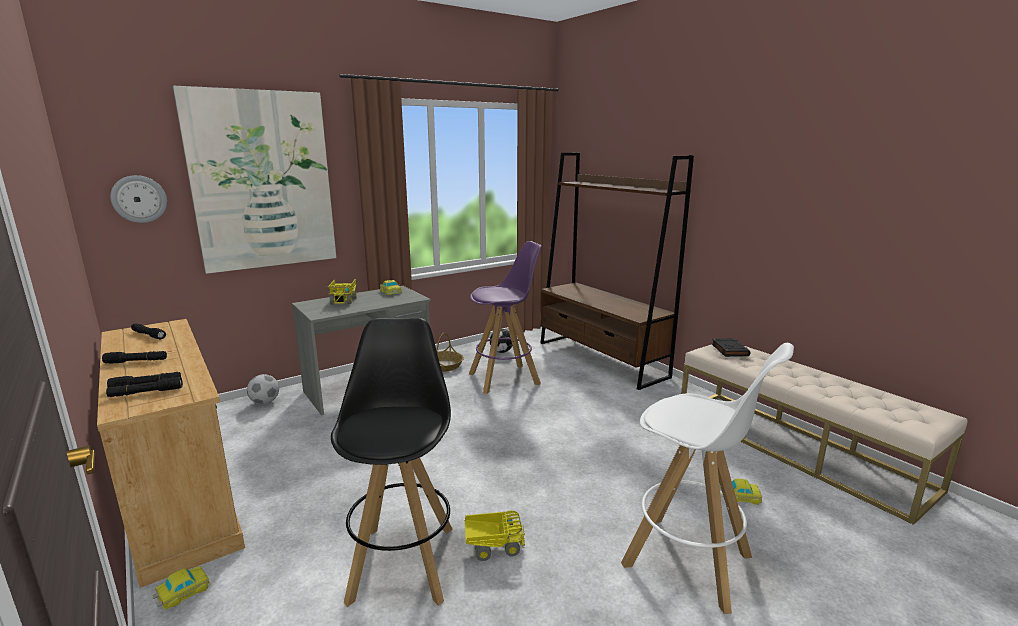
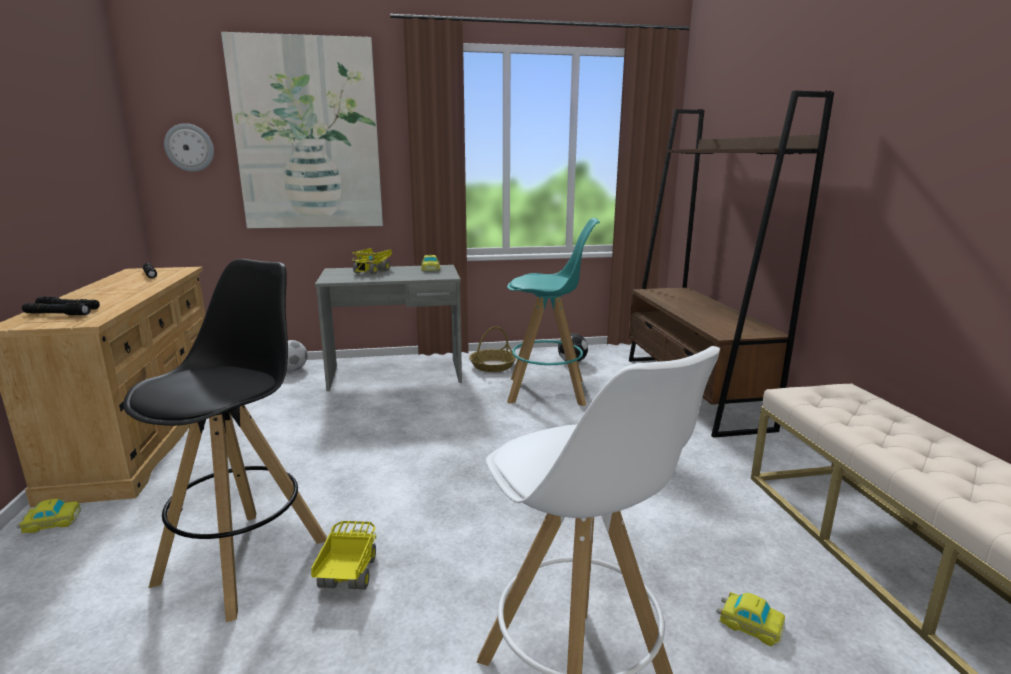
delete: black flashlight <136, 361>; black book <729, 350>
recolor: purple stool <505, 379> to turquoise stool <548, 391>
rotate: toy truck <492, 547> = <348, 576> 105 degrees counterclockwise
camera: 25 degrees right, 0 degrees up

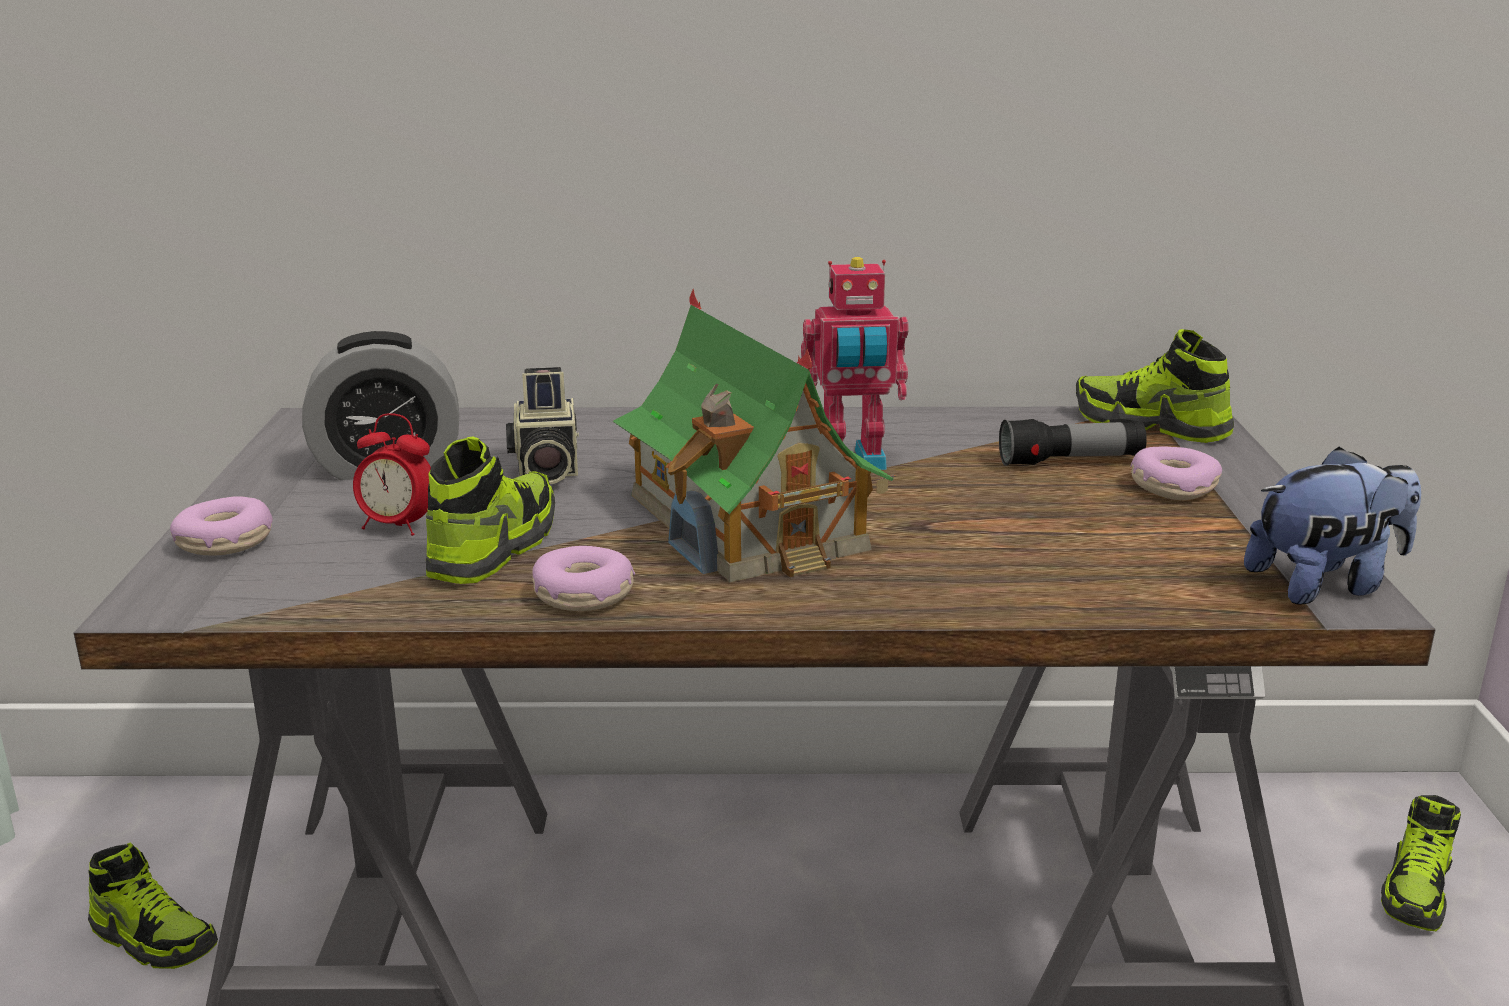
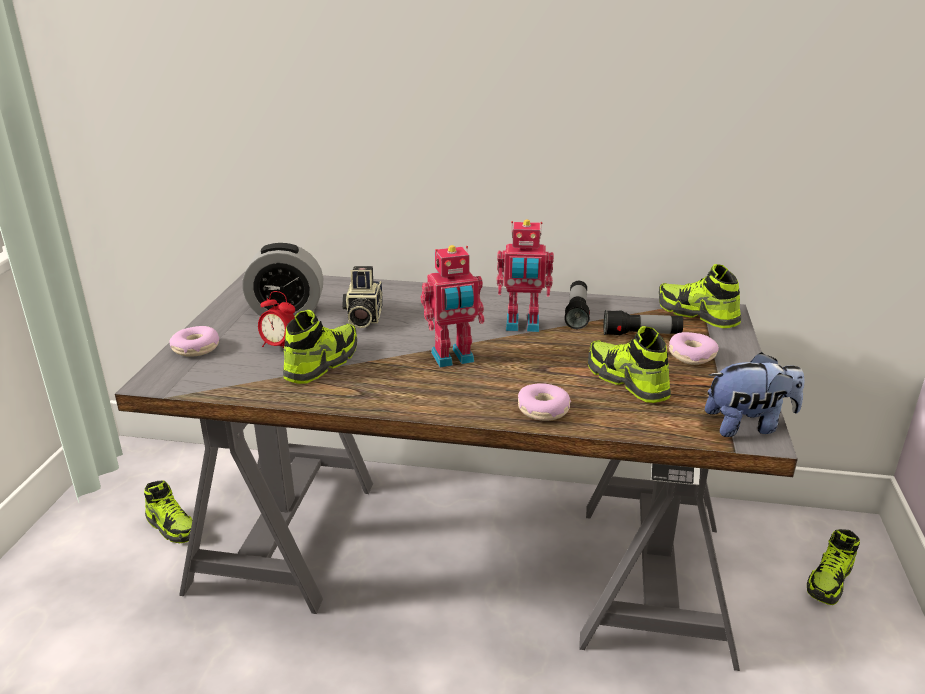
insert: flashlight <577, 313>; shoe <626, 381>
move: donut <584, 595> to <543, 410>
replace: toy house <747, 522> to toy robot <453, 359>
camera: 10 degrees right, 5 degrees up

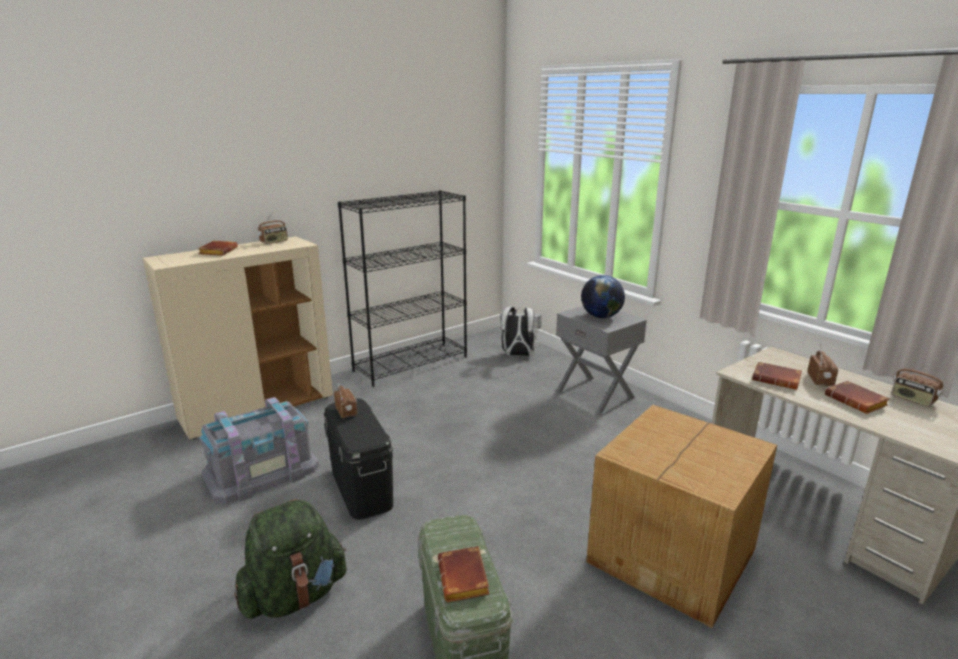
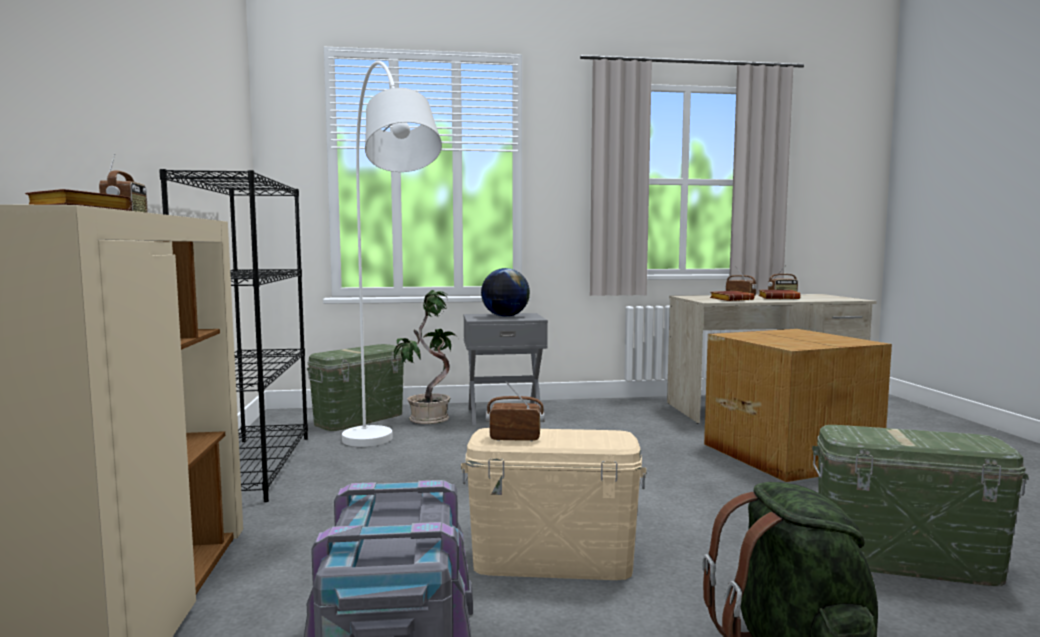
delete: brown book <465, 579>
insert: white floor lamp <387, 468>; potted plant <428, 418>
replace: white backpack <518, 355> to green storage box <359, 419>
recolor: black storage box <361, 487> to beige storage box <552, 560>
camera: 60 degrees left, 15 degrees down

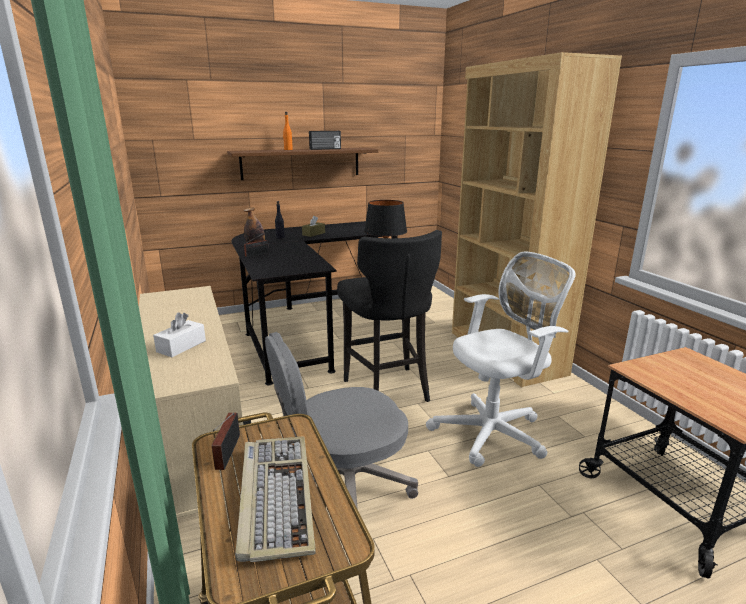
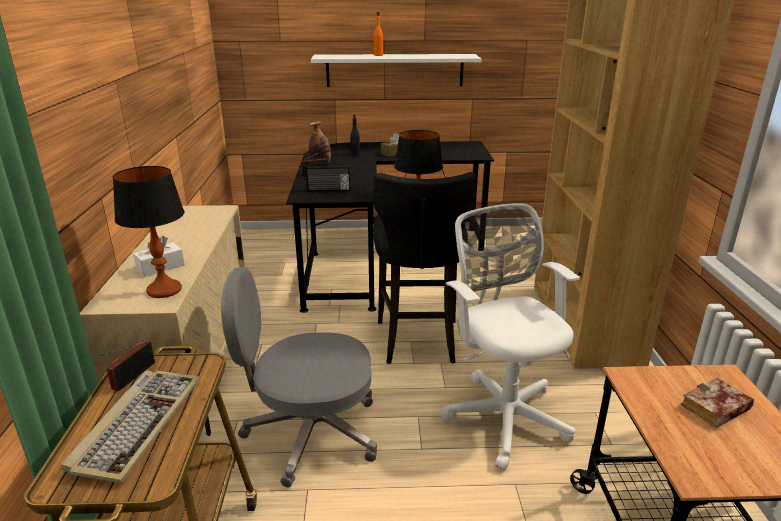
insert: table lamp <164, 290>; book <715, 409>
move: radio <325, 149> to <329, 190>
recolor: brown shelf <301, 163> to white shelf <394, 70>
rotate: white office chair <494, 432> = <503, 414> 105 degrees counterclockwise
camera: 20 degrees right, 5 degrees up

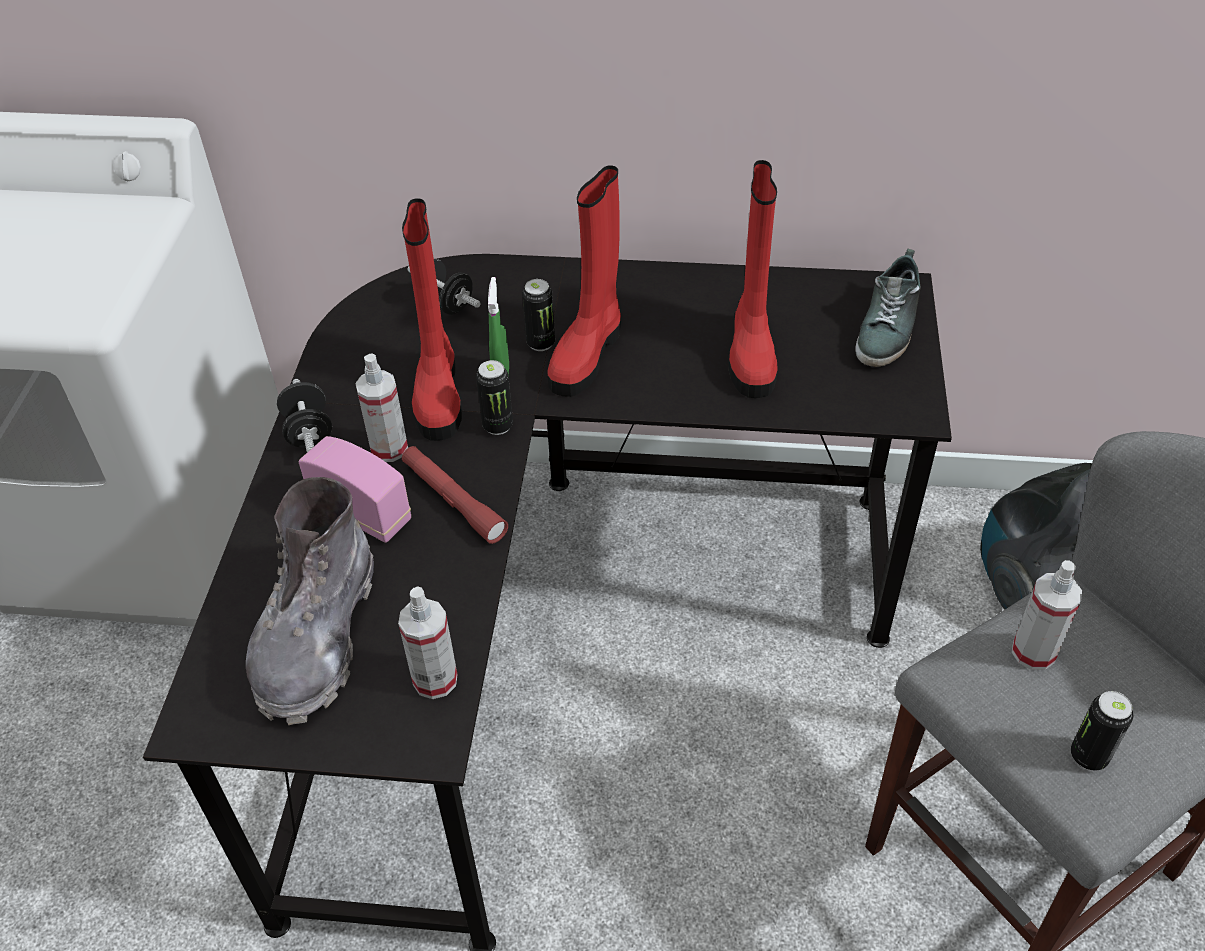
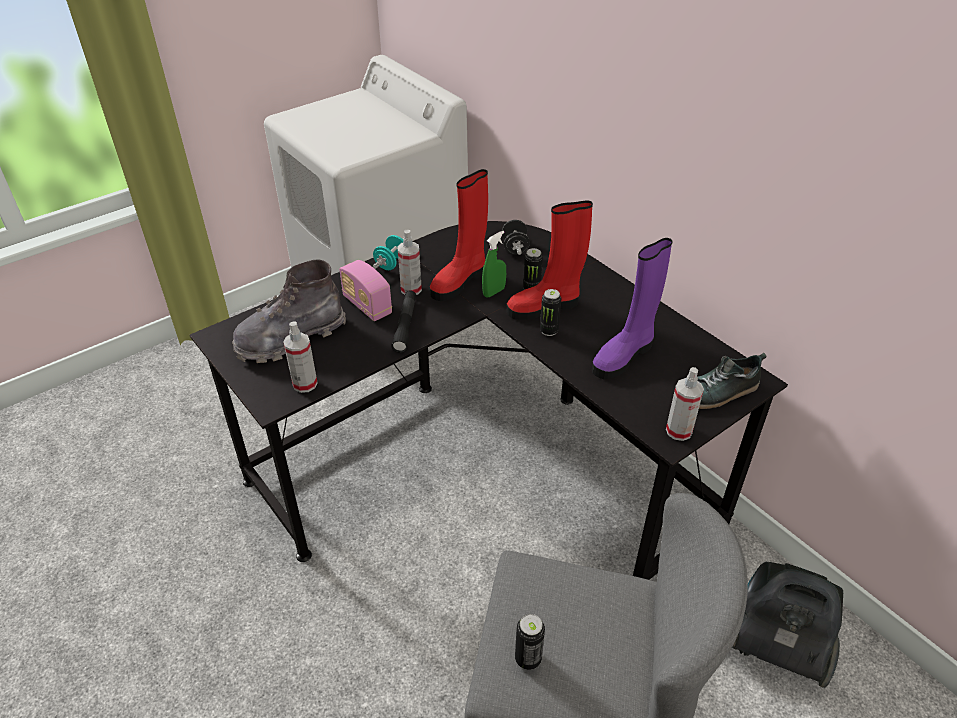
move: can <498, 426> to <549, 331>; spray bottle <1033, 652> to <679, 431>
recolor: black dumbbell <309, 432> to turquoise dumbbell <391, 263>; red flashlight <453, 501> to black flashlight <405, 325>; red boot <751, 353> to purple boot <624, 356>
rotate: radio <361, 512> = <367, 305> 150 degrees clockwise
camera: 45 degrees right, 5 degrees down

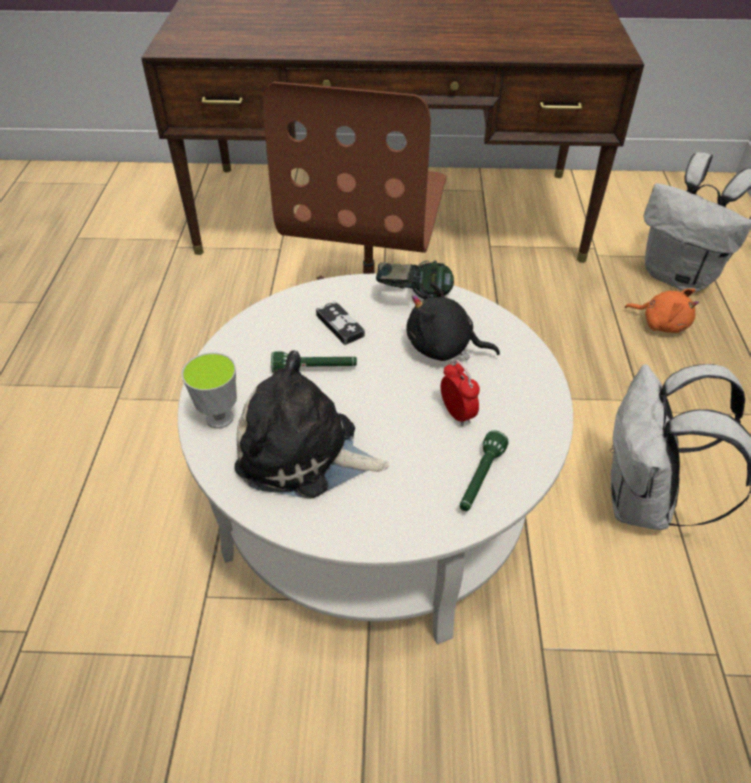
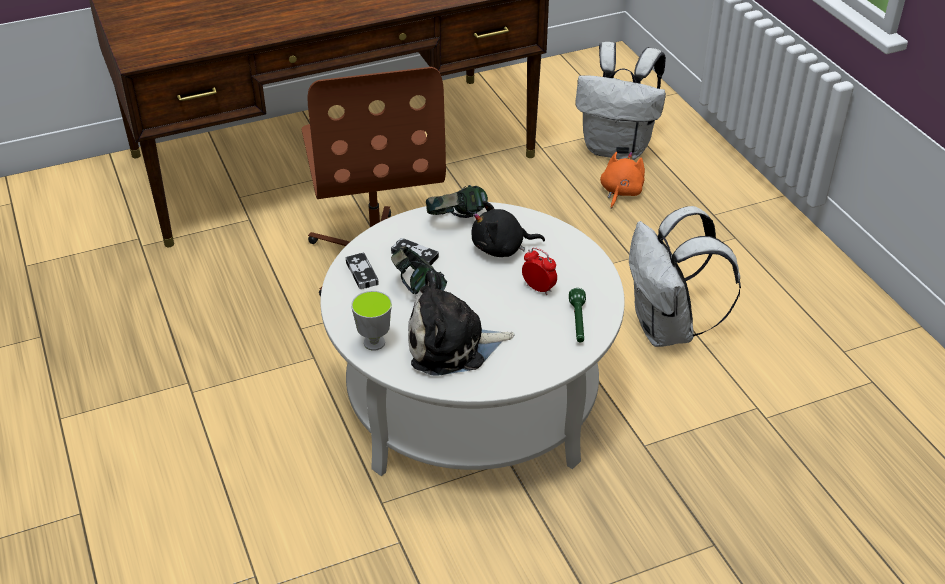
insert: game controller <362, 273>
replace: green flashlight <315, 369> to headphones <419, 290>
rotate: orange plush toy <661, 323> = <620, 192> 75 degrees counterclockwise
camera: 25 degrees left, 5 degrees down

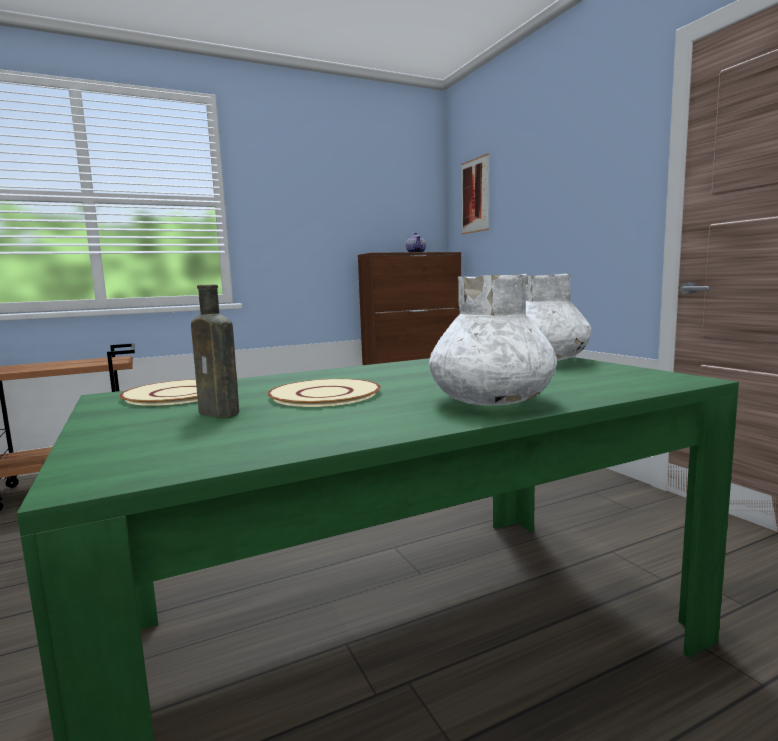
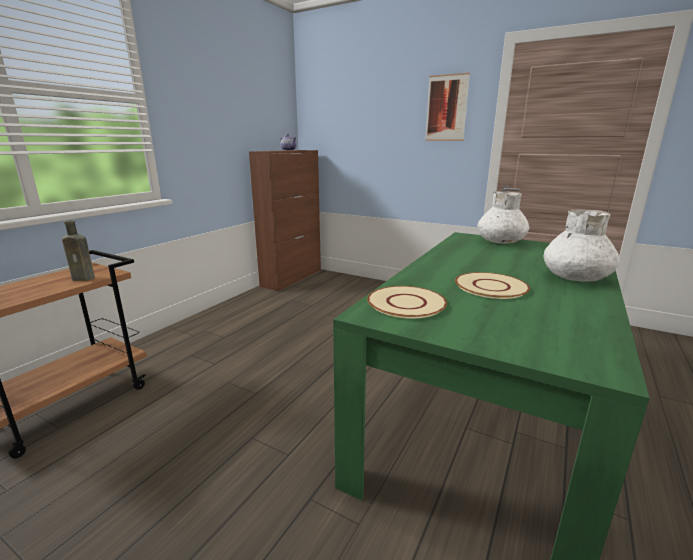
move: brown bottle <221, 413> to <85, 278>; picture <475, 196> to <446, 108>
camera: 35 degrees left, 10 degrees up

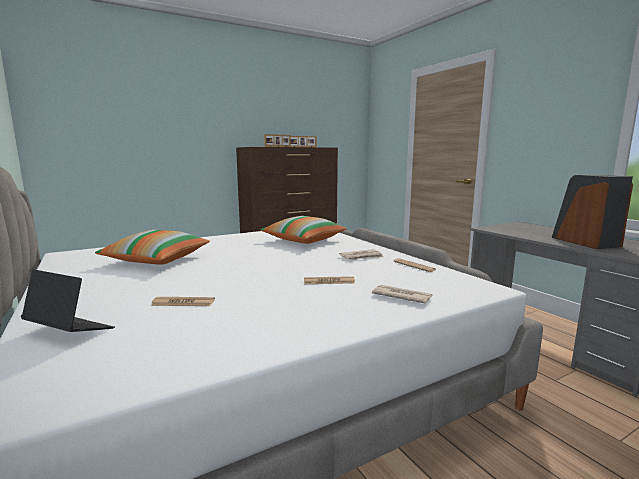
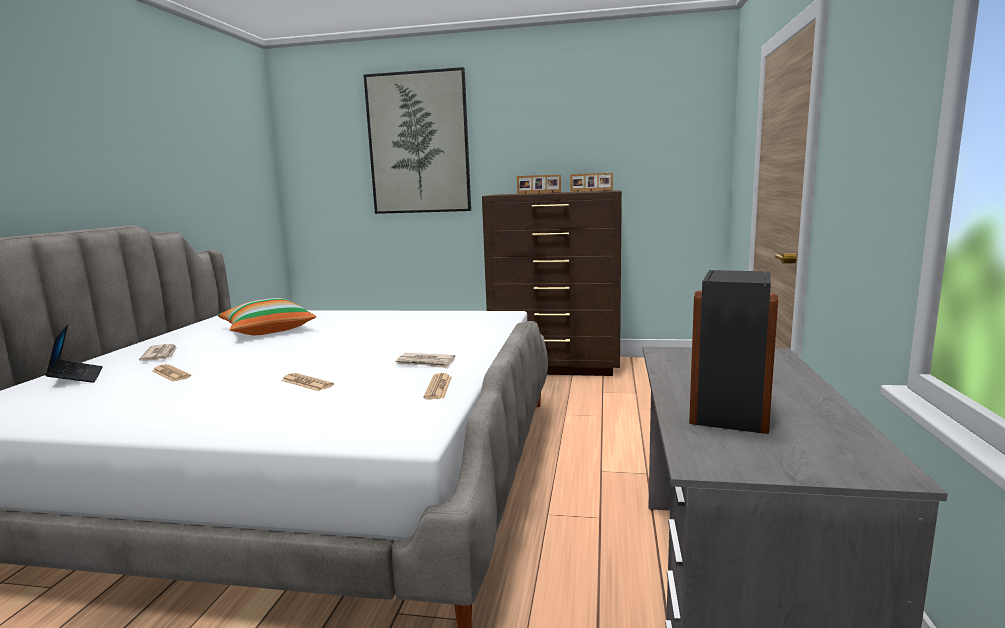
delete: pillow <303, 240>
insert: picture <418, 143>
move: newspaper <401, 296> to <161, 355>
camera: 40 degrees right, 0 degrees up

